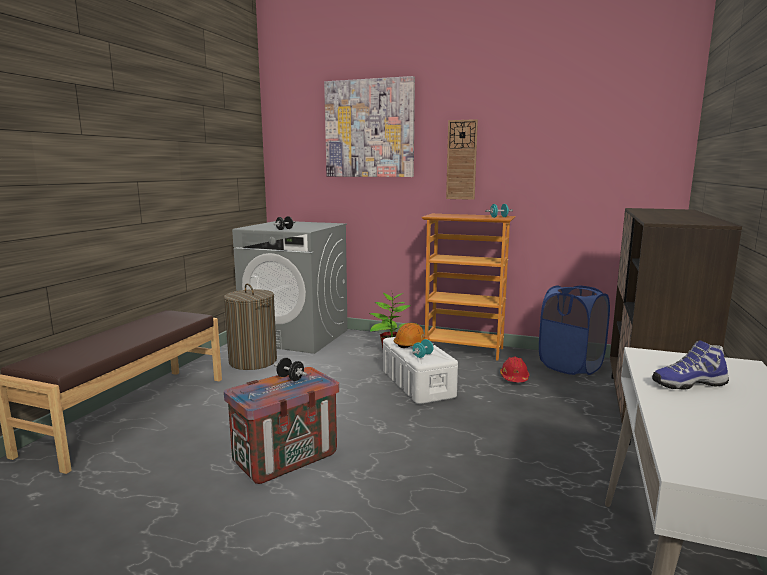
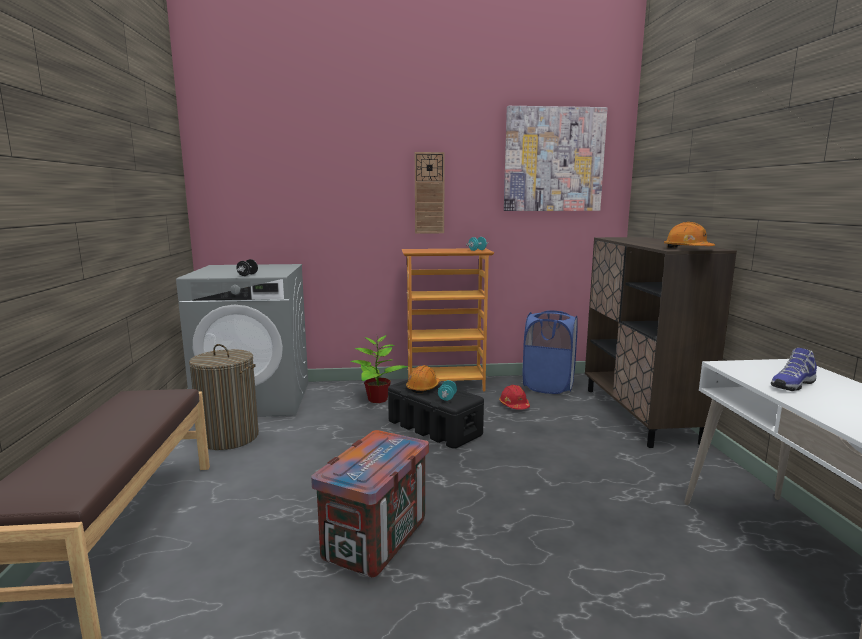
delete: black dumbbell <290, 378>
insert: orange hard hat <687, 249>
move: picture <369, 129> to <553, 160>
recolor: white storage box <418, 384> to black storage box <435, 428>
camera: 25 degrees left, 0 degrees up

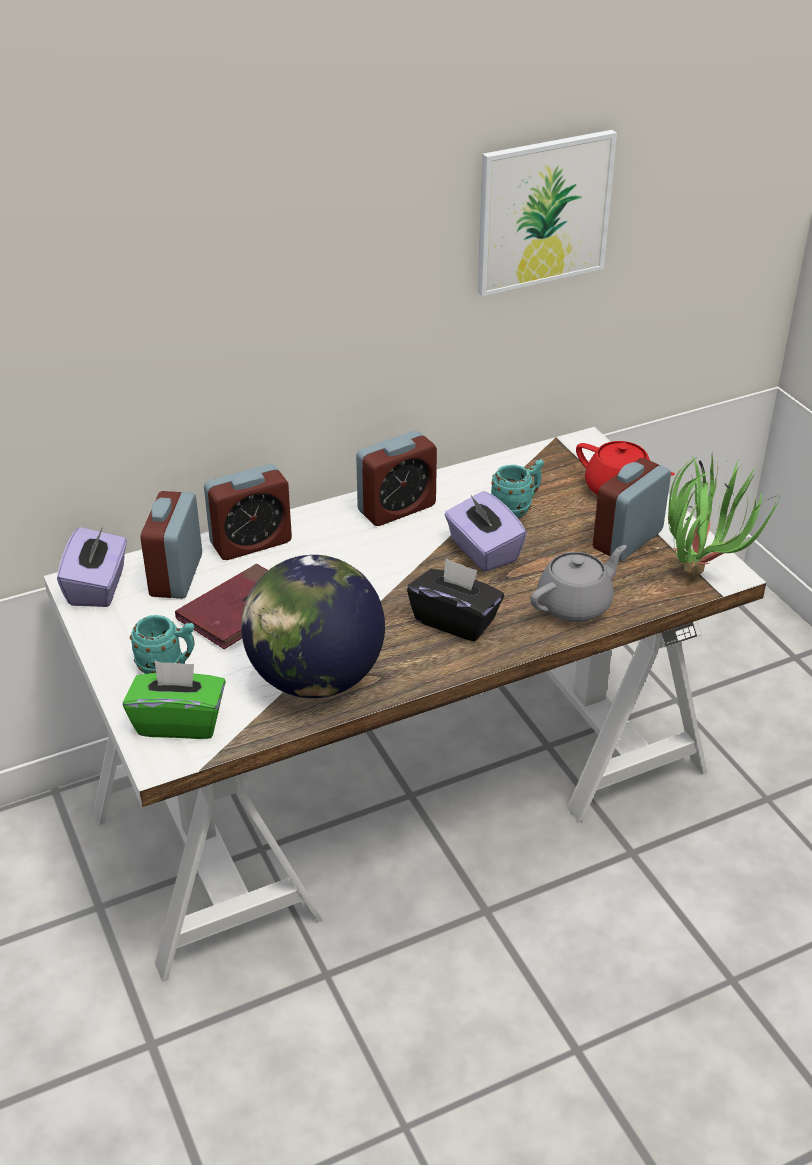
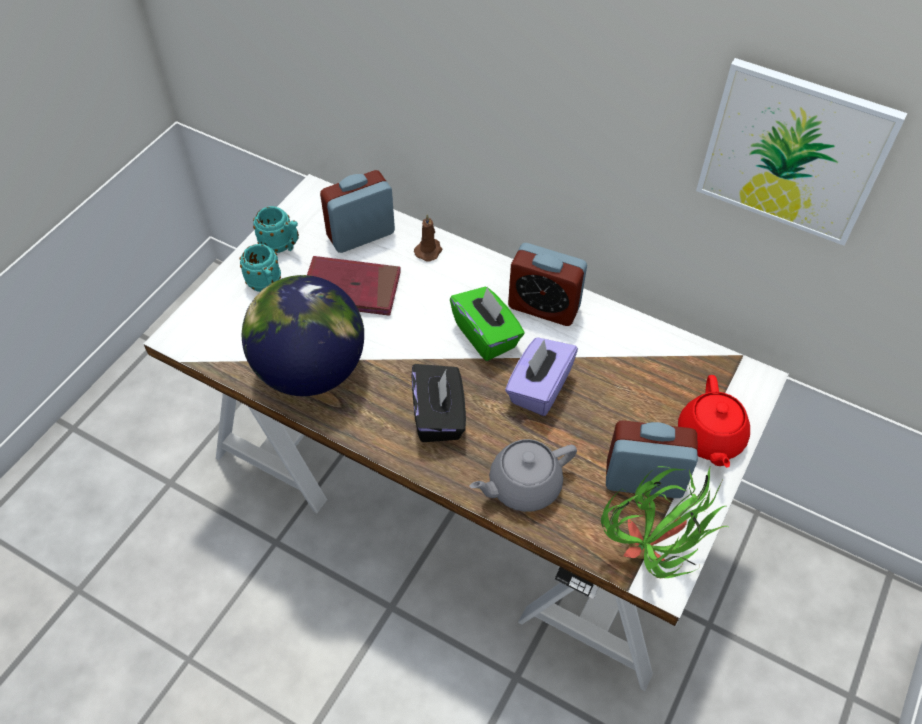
delete: purple tissue box <98, 587>
move: green tissue box <179, 722> to <486, 335>; turquoise mug <516, 508> to <281, 246>
replace: alarm clock <251, 543> to brown candle <429, 250>
rotate: grey teapot <575, 605> = <523, 485> 135 degrees clockwise
camera: 55 degrees right, 15 degrees up

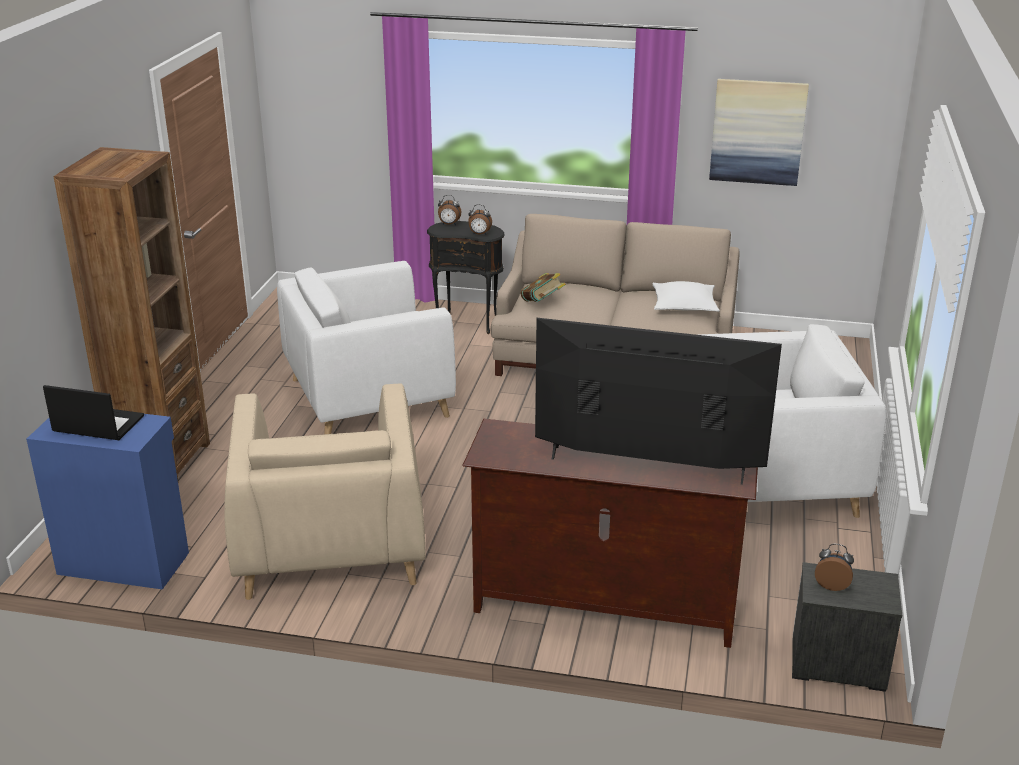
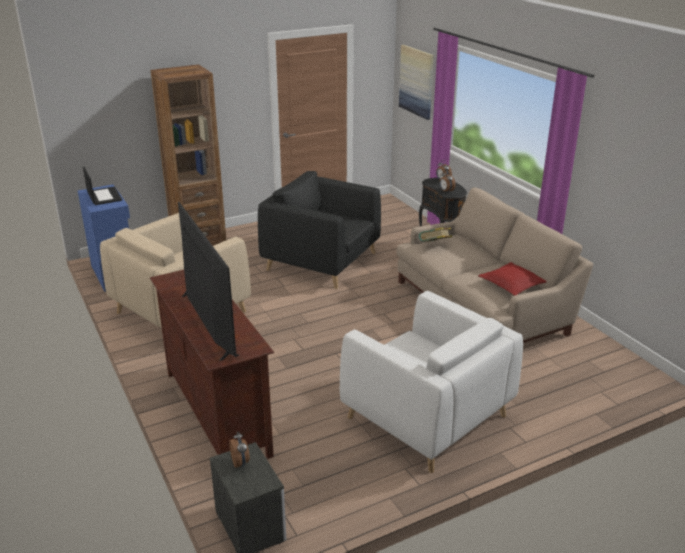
move: picture <757, 132> to <417, 81>
recolor: white armchair <368, 398> to black armchair <321, 261>; white pillow <684, 305> to red pillow <512, 285>
camera: 50 degrees right, 0 degrees up

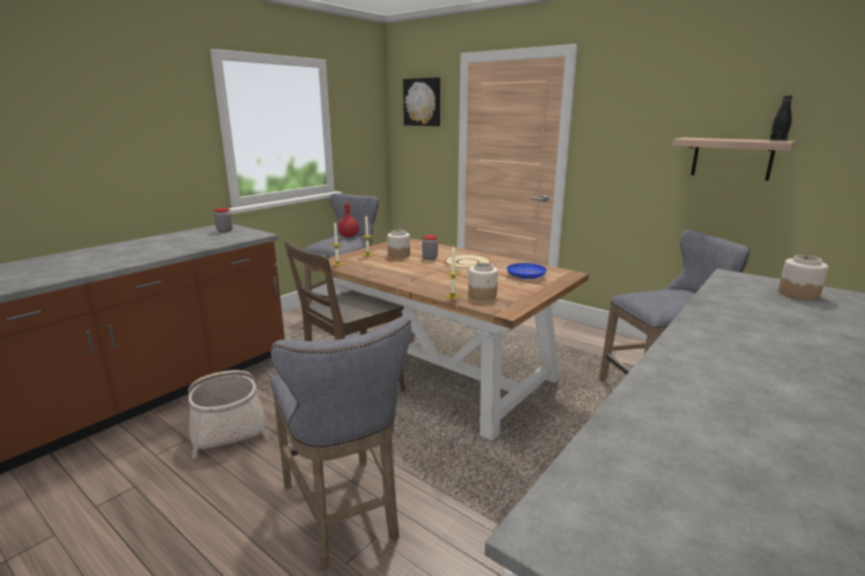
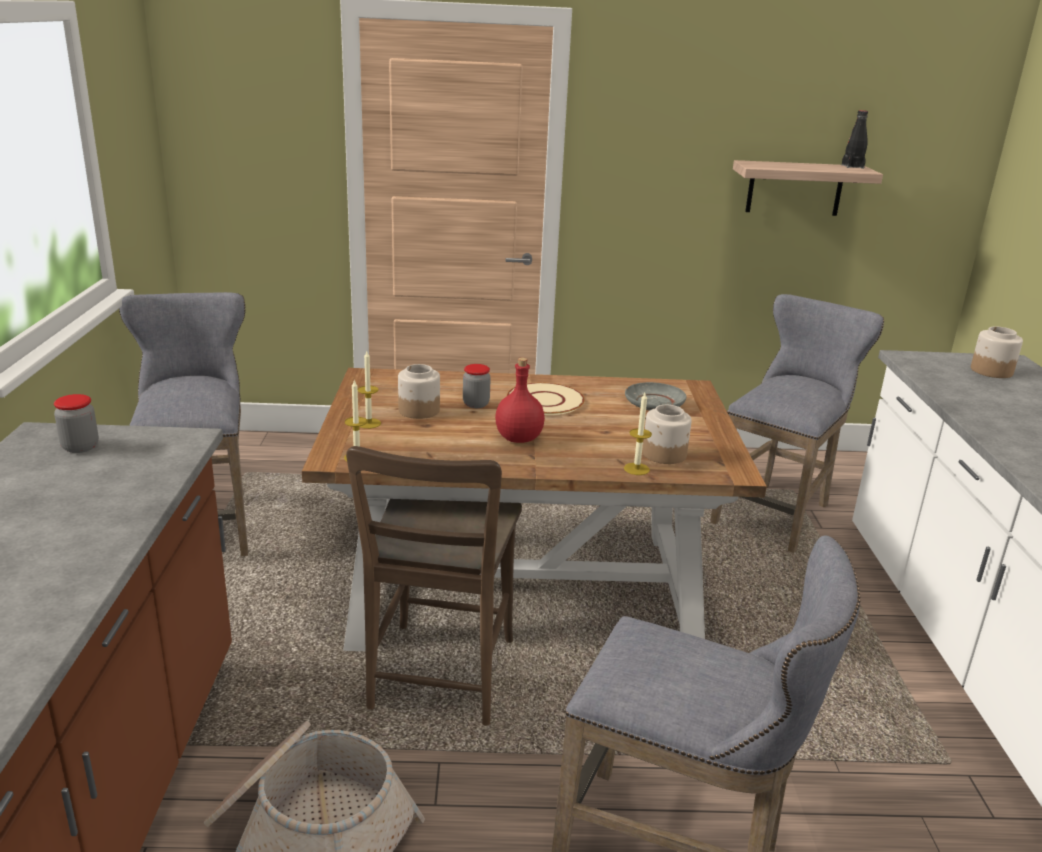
delete: picture <422, 102>
move: red bottle <348, 236> to <518, 439>
recolor: blue plate <526, 276> to grey plate <654, 404>
camera: 40 degrees left, 5 degrees up

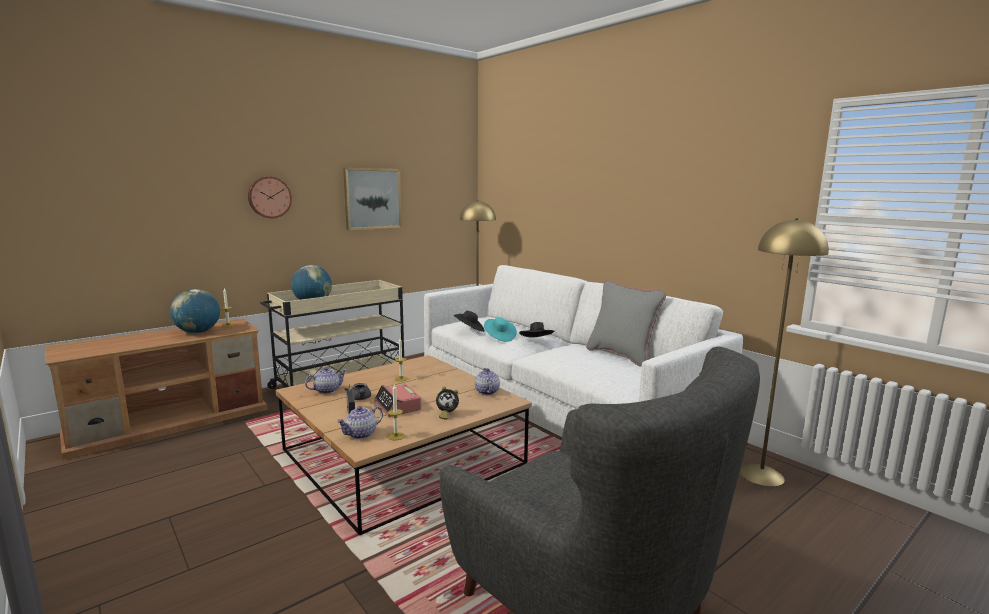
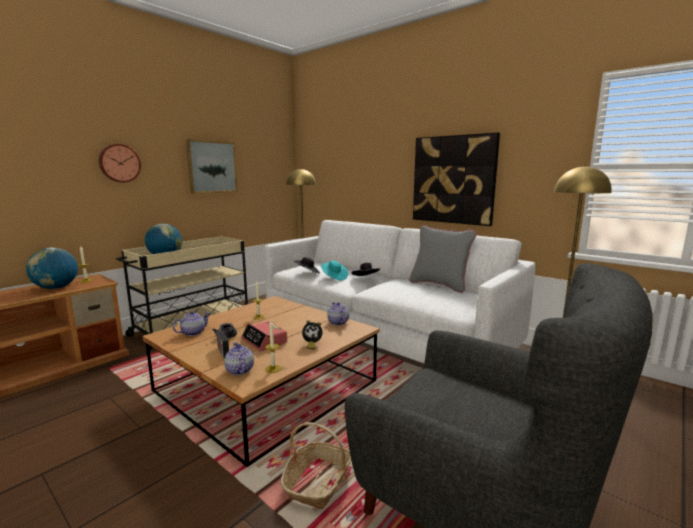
insert: basket <318, 482>; picture <453, 180>
rotate: teapot <361, 434> = <239, 370> 120 degrees clockwise
camera: 10 degrees left, 0 degrees up

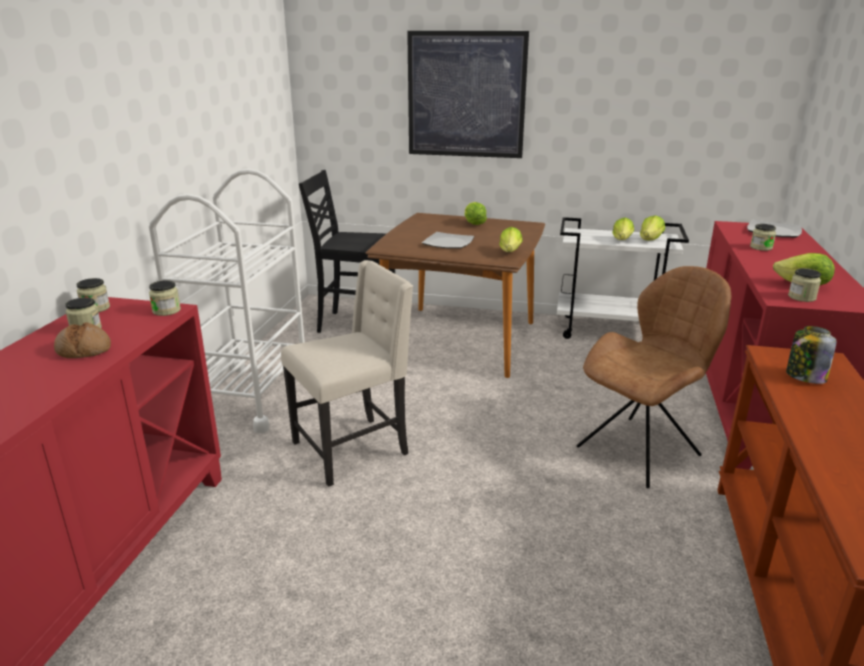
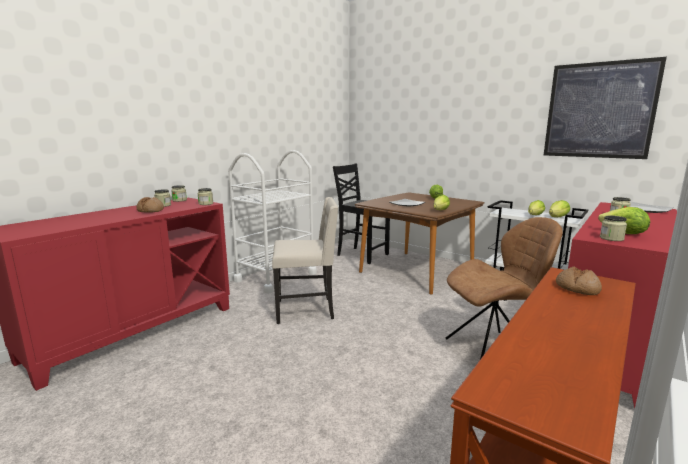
move: picture <466, 95> to <599, 110>
replace: jar <805, 376> to bread <577, 288>
camera: 25 degrees right, 10 degrees down

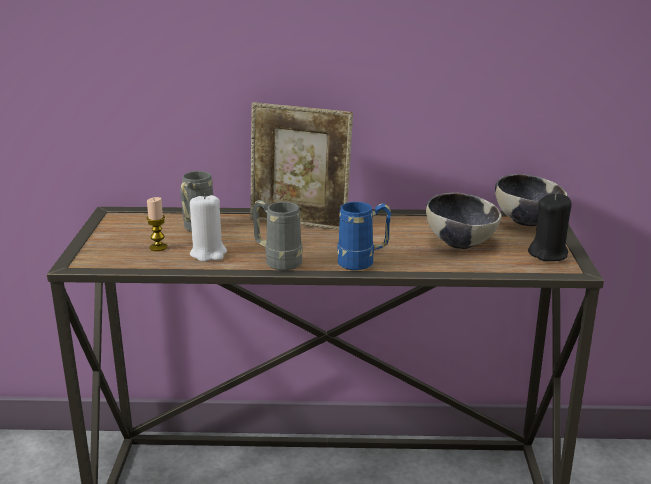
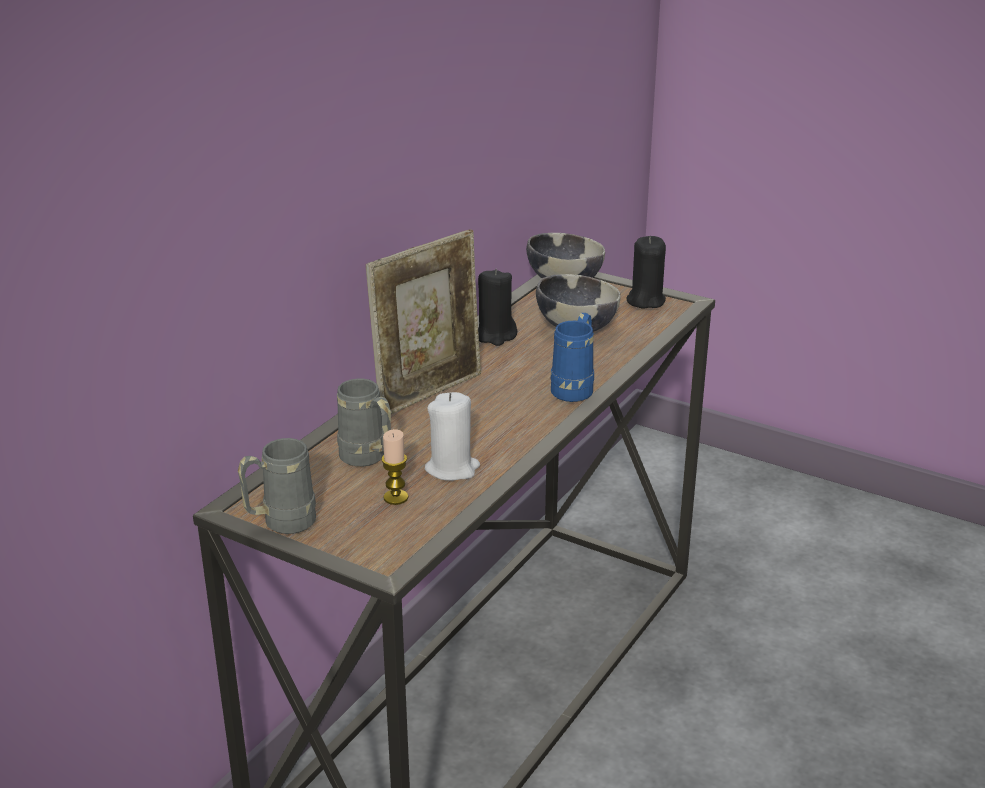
insert: black candle <495, 335>
move: grey mug <277, 261> to <280, 523>
camera: 60 degrees left, 5 degrees up

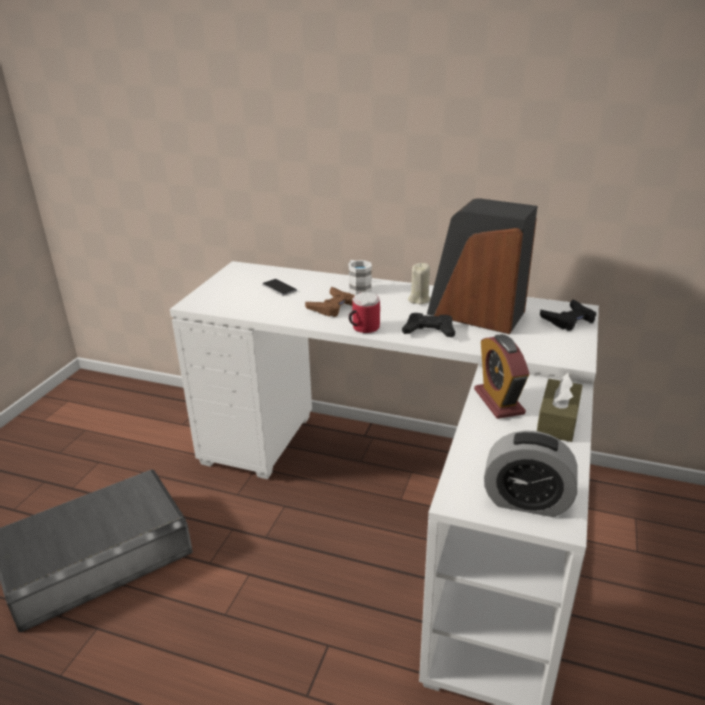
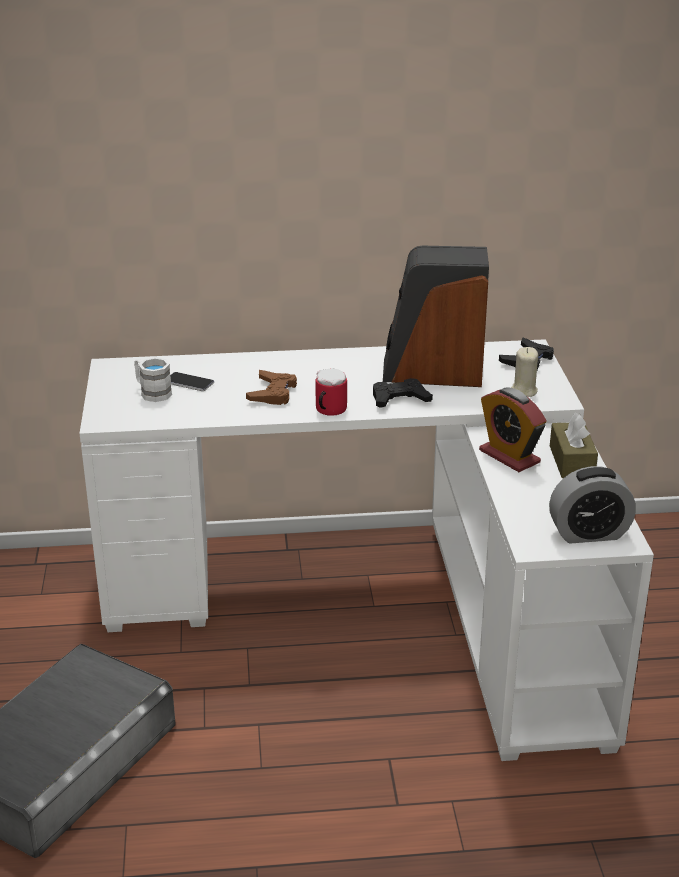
move: white mug <358, 287> to <152, 392>; beige candle <419, 299> to <523, 391>
camera: 25 degrees left, 0 degrees up

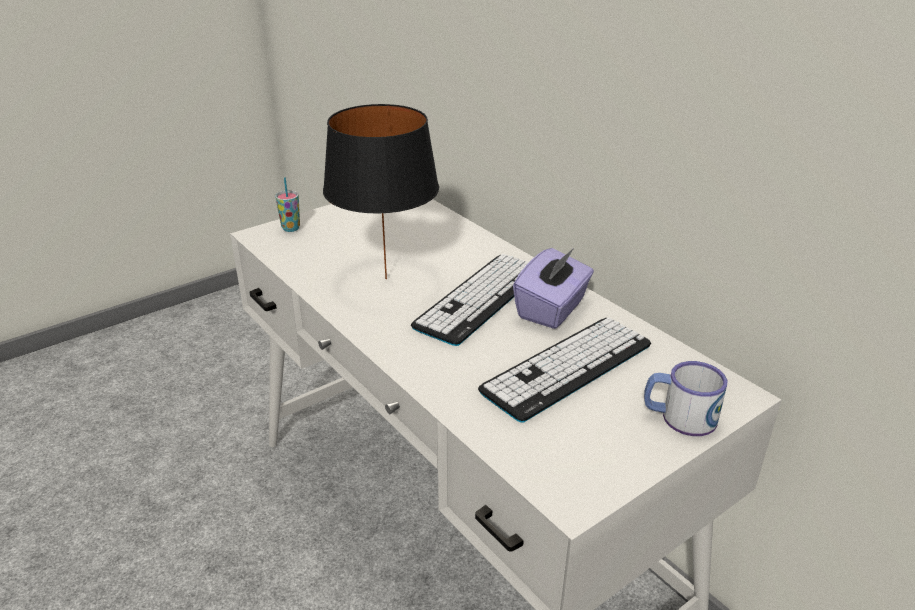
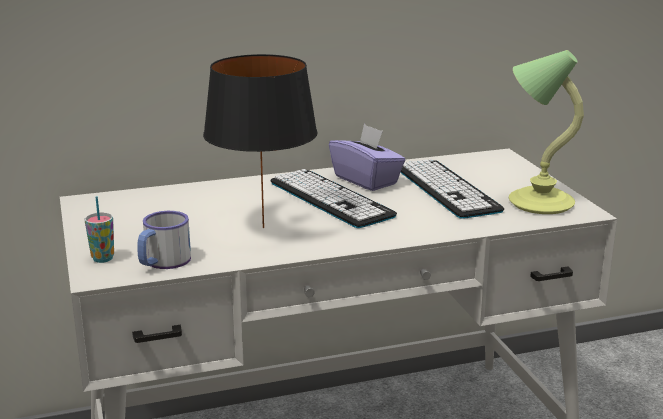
insert: table lamp <538, 202>
move: mug <679, 417> to <162, 262>
camera: 70 degrees left, 10 degrees down

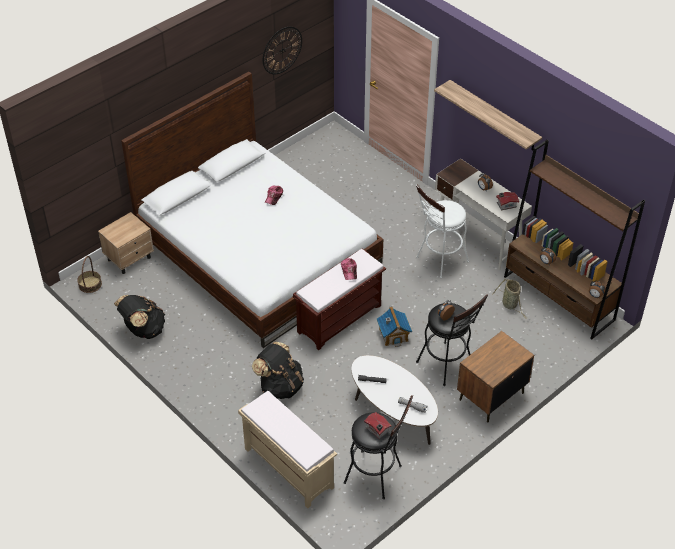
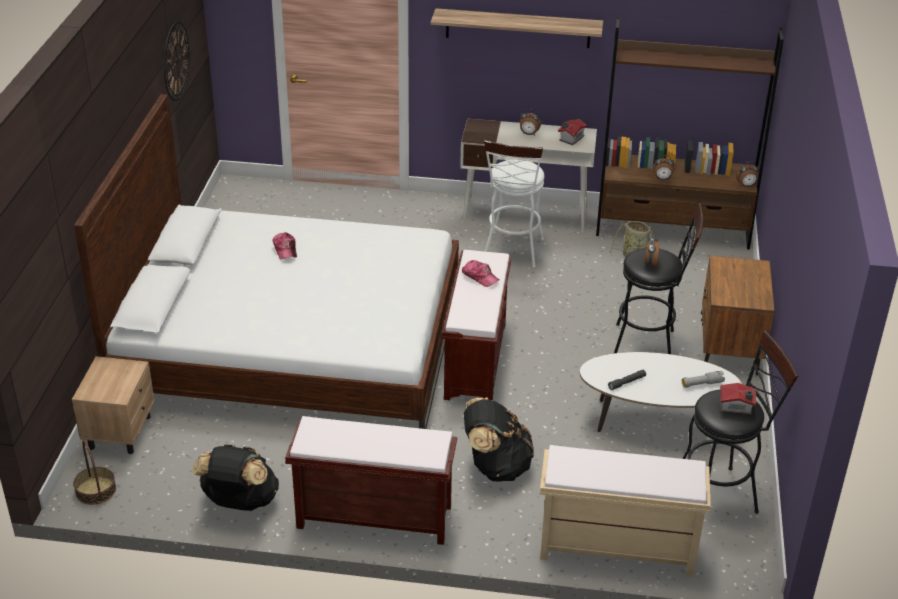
delete: toy house <393, 335>
insert: brown bench <372, 517>
camera: 40 degrees left, 10 degrees down

